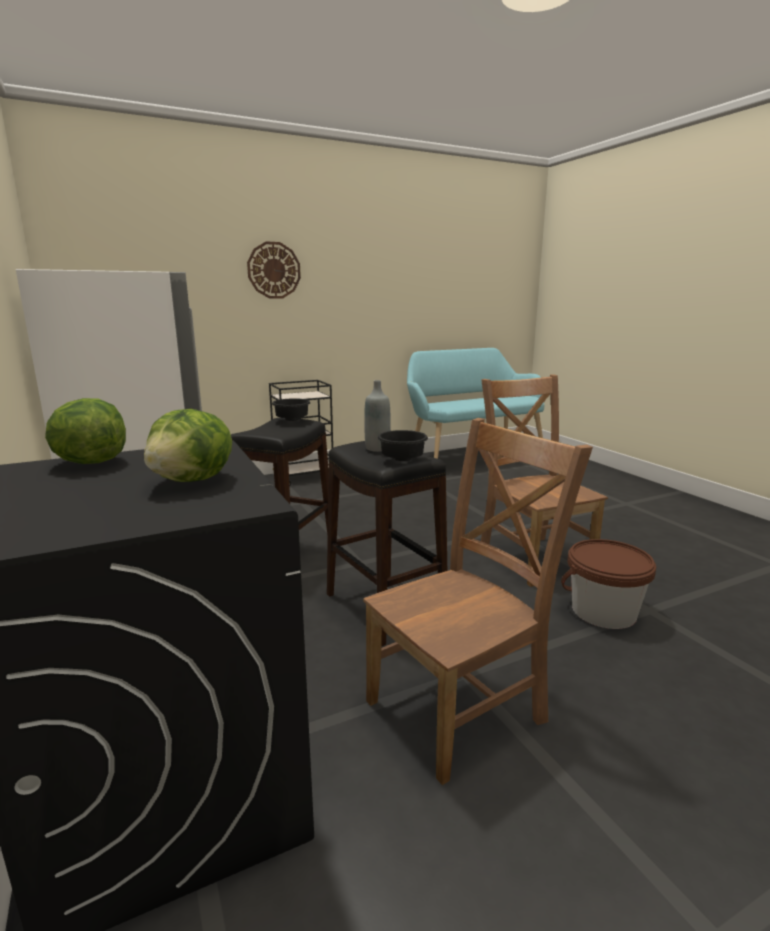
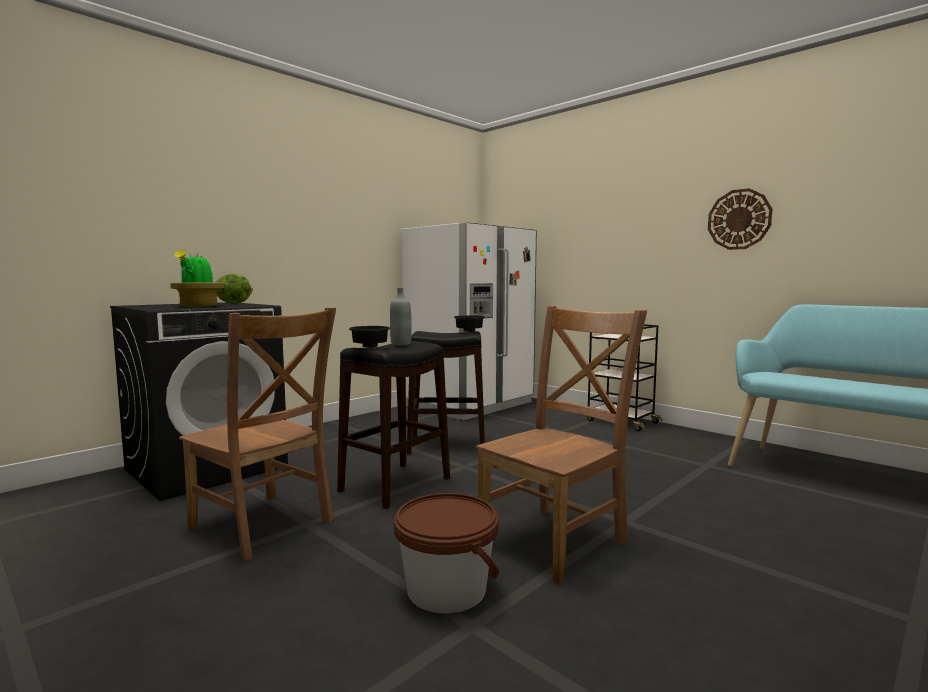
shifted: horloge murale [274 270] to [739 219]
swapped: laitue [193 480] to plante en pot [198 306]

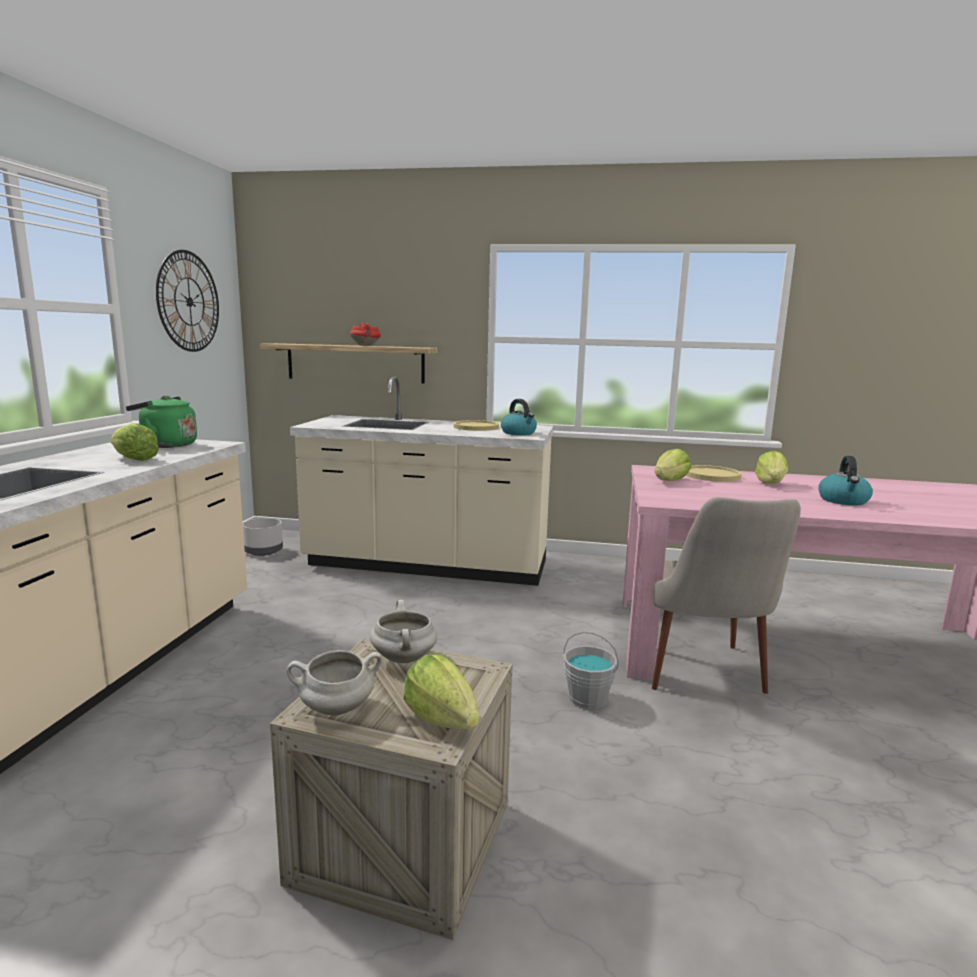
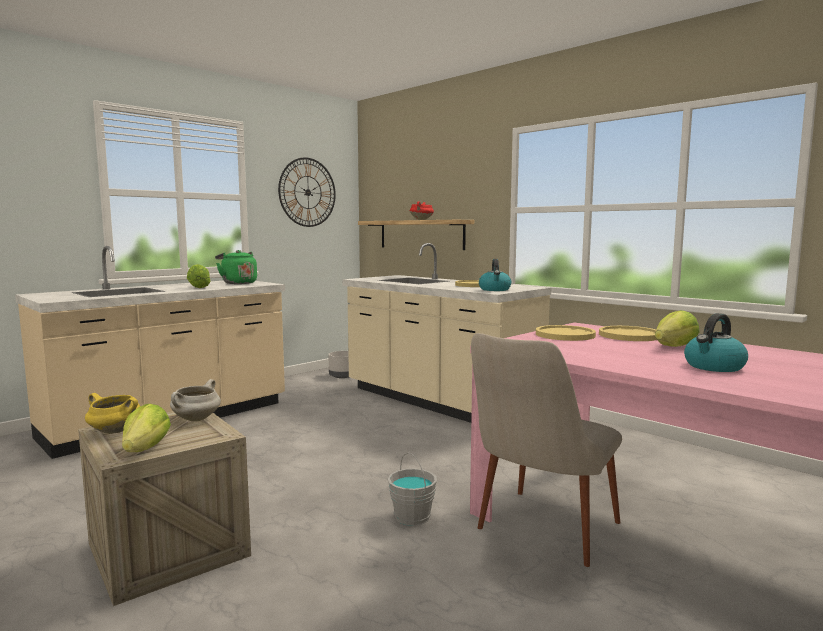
swapped: laitue [670 481] to assiette [jaune] [565 335]
repainted: marmite [blanc] [336 709] to marmite [jaune] [113 431]

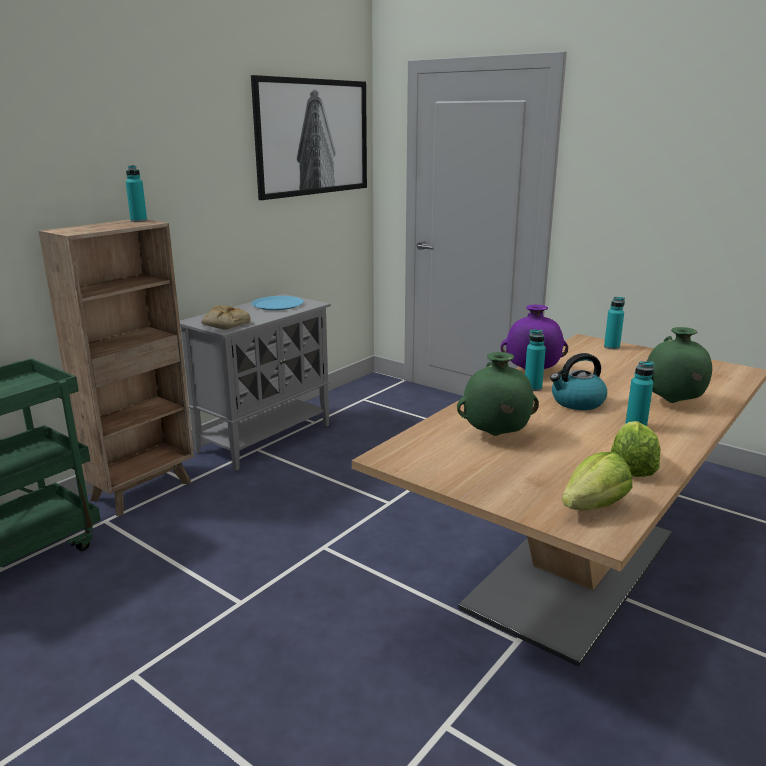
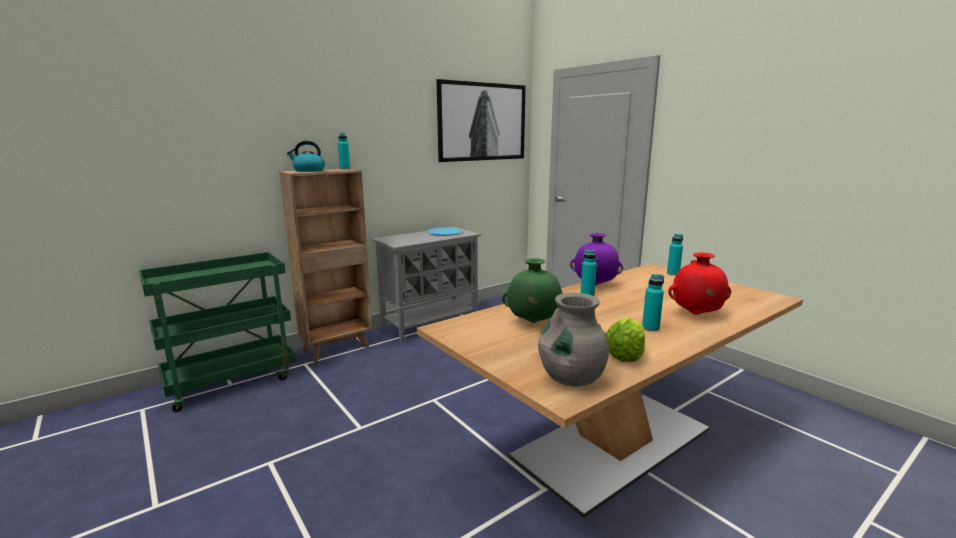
gone: pain [225 324]
shifted: bouilloire [577 402] to [308 170]
swapped: laitue [594 506] to vase [gris] [572 378]
repainted: vase [vert] [672 402] to vase [rouge] [696 314]

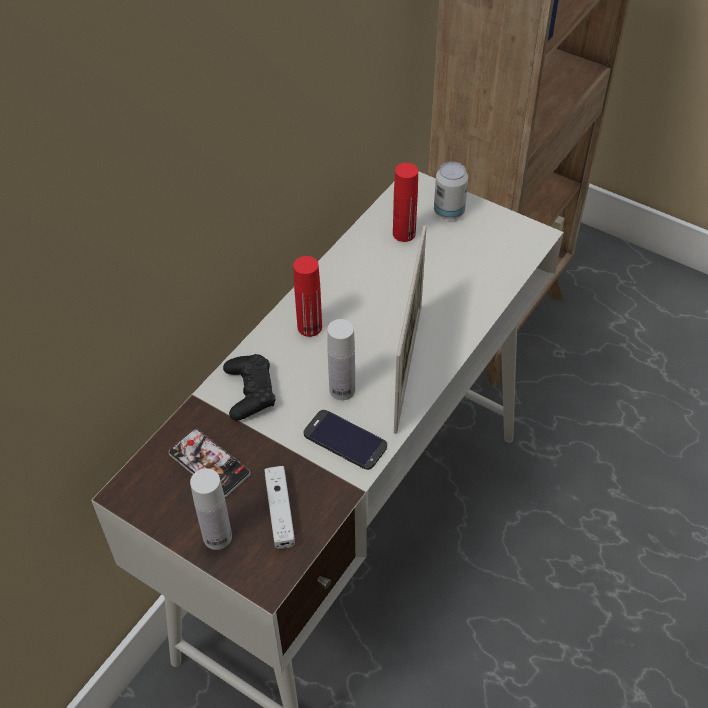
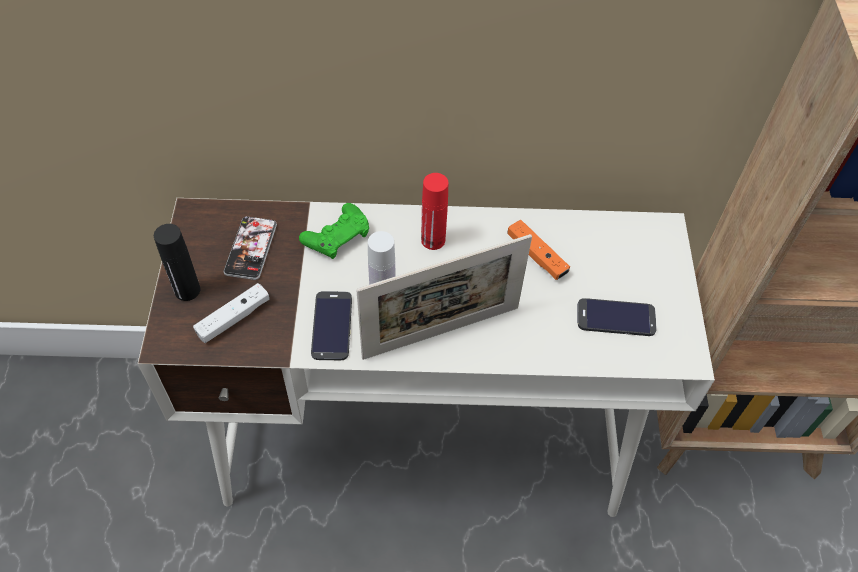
gone: bouteille [rouge] [404 234]; boîte métallique [449 211]
new: manette [orange] [536 255]; téléphone [616 317]
repainted: bouteille [blanc] [217 537] to bouteille [noir] [187 290]; manette [noir] [250 392] to manette [vert] [337 236]

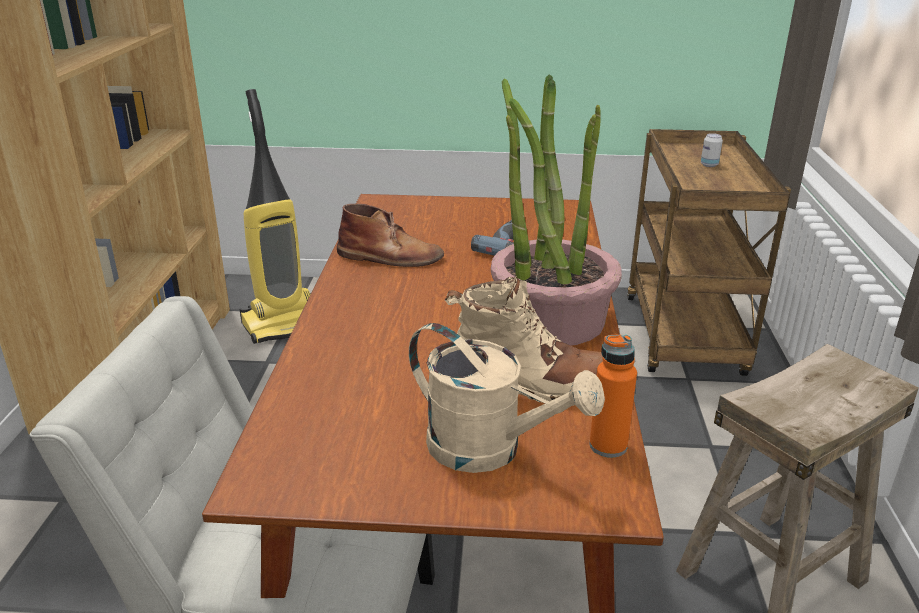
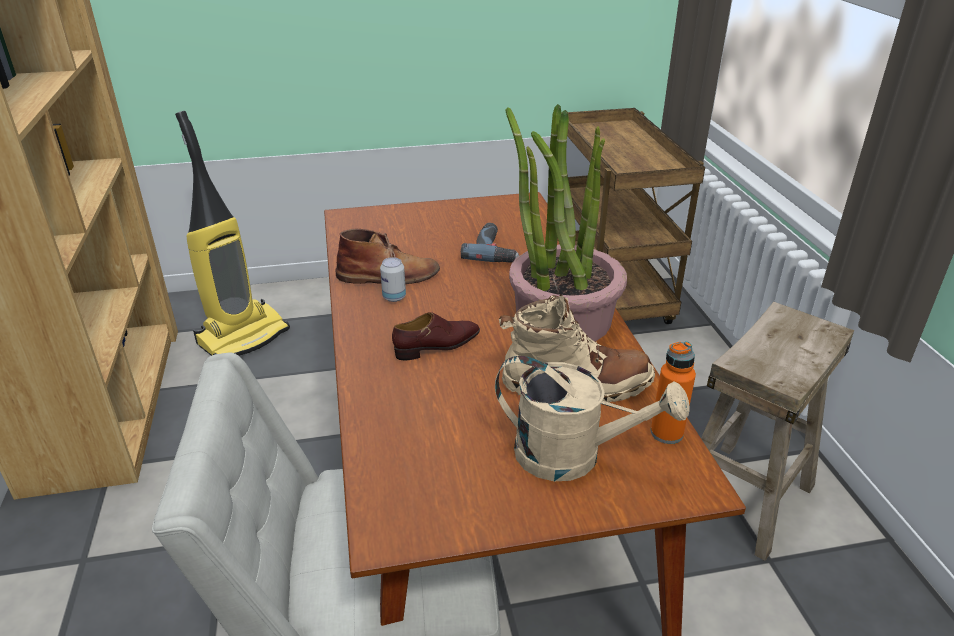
new: chaussure [marron] [437 346]
shifted: boîte métallique [709 165] to [394 297]

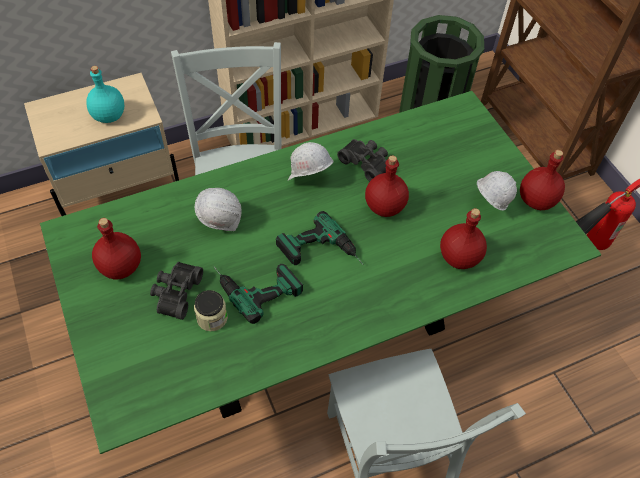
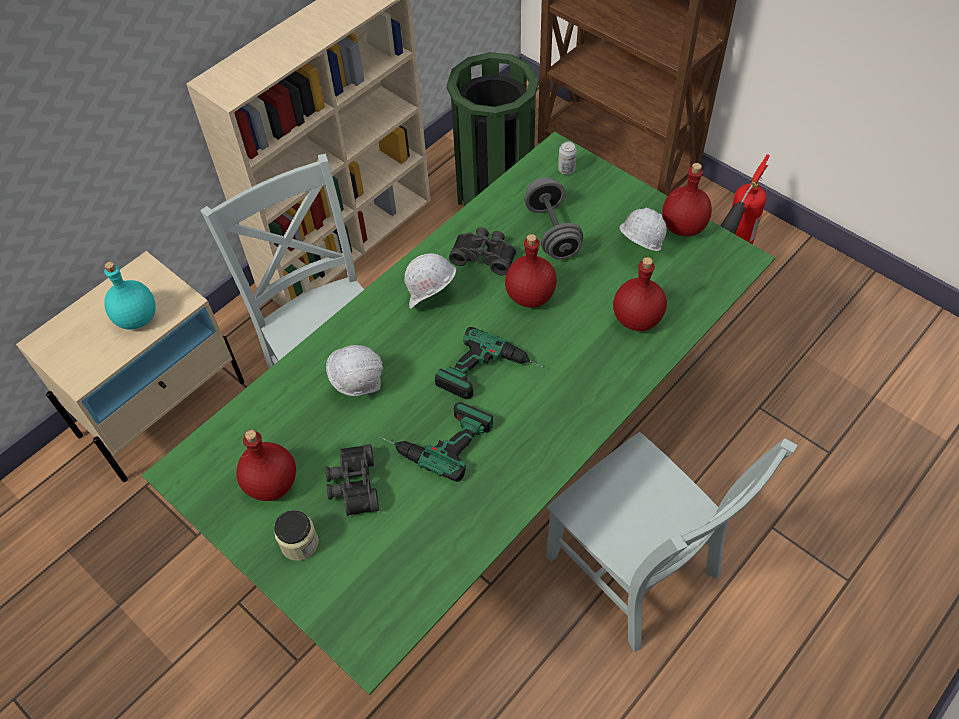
new: haltère [gris] [552 232]; boîte métallique [566 170]
shifted: bocal [212 318] to [299 543]

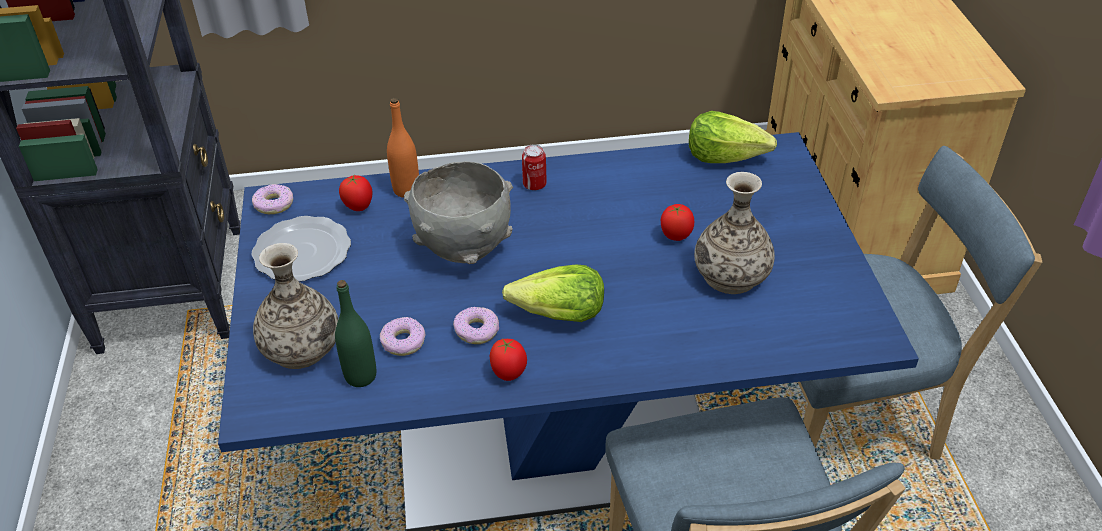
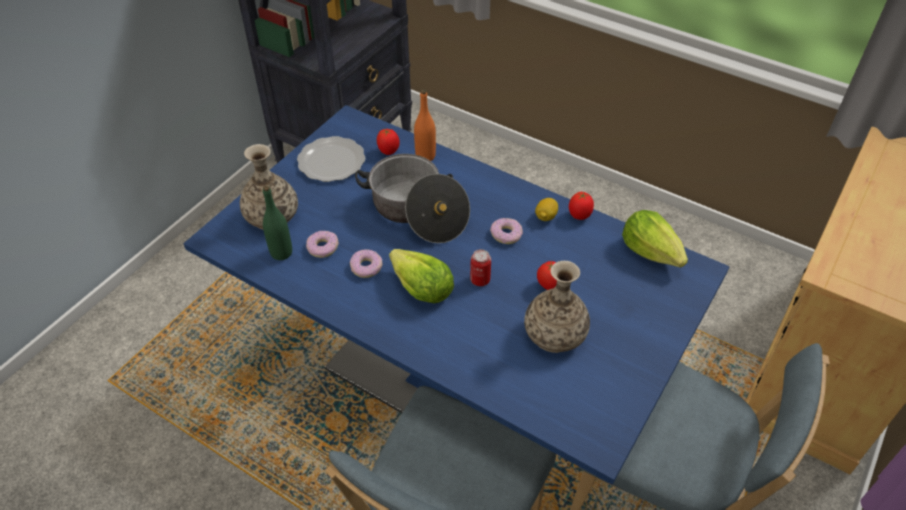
new: citron [546 217]
shifted: beignet [274 204] to [506 234]; tomate [509 374] to [579 216]; boîte métallique [534 184] to [480 280]
swapped: bol [gris] [464 247] to marmite [416 211]

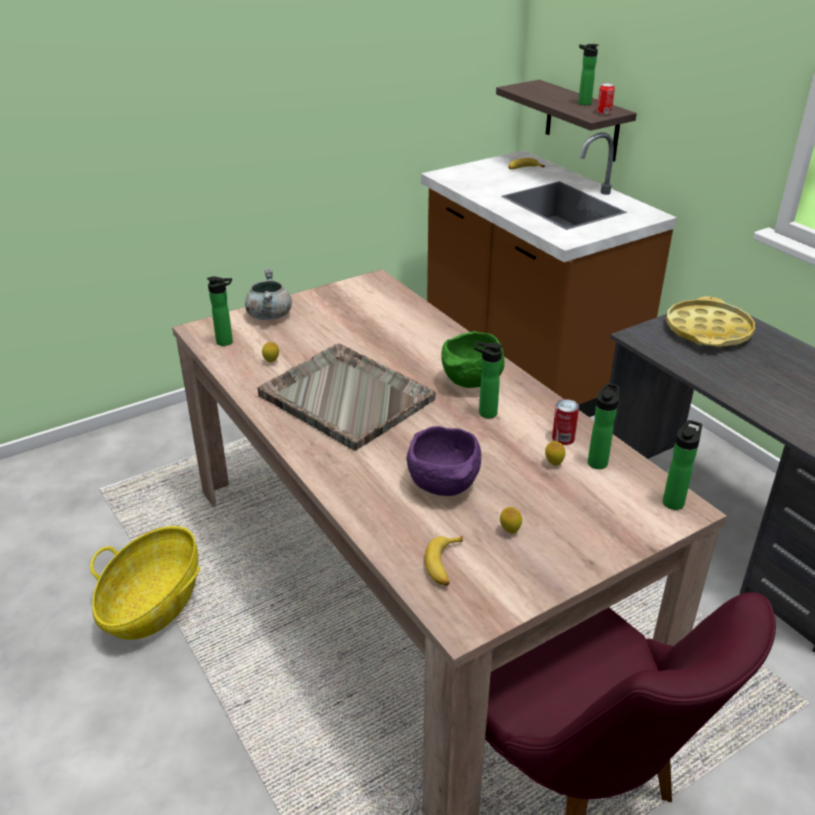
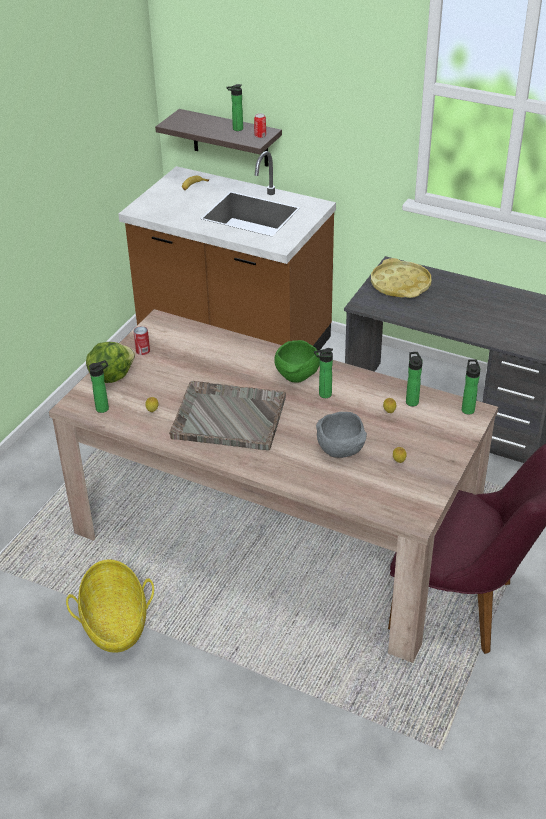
gone: banane [444 565]
shifted: boîte métallique [563 438] to [143 350]
swapped: marmite [gris] [269 315] to laitue [111 376]
repainted: bol [violet] [445 486] to bol [gris] [342 451]

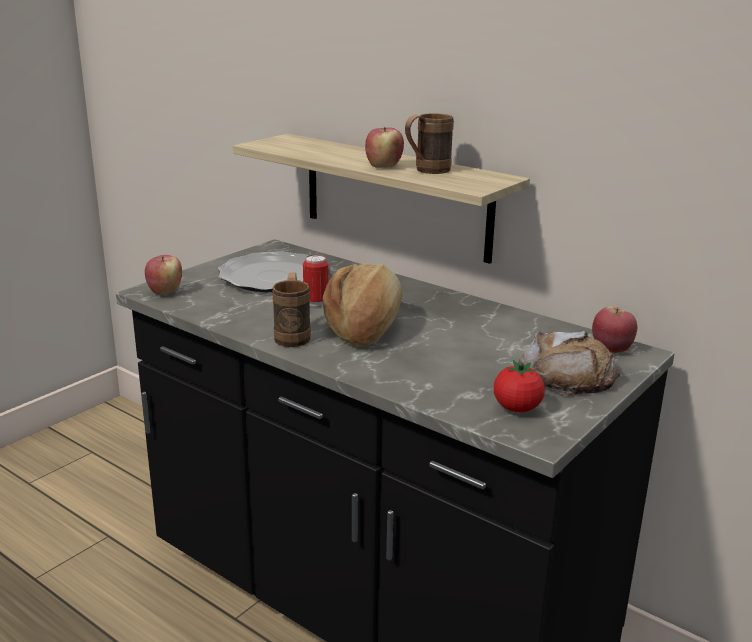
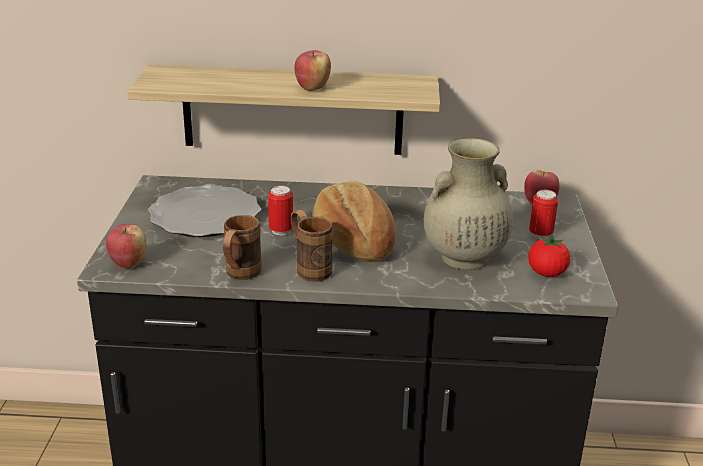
new: vase [beige] [463 258]
shifted: mug [marron] [426 171] to [239 275]
swapped: pain [567 374] to boîte métallique [540 234]

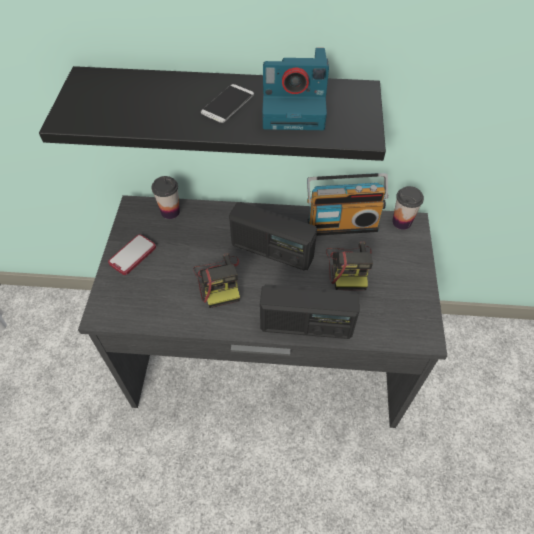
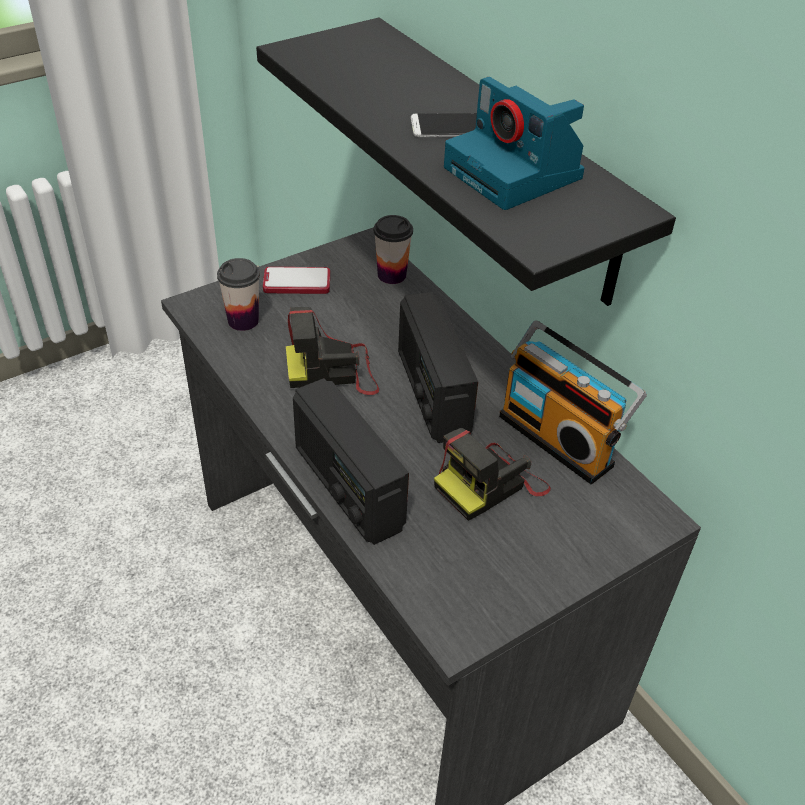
shifted: tasse [401 222] to [243 321]
rotated: appareil photo [219 281] = [333 371] 45 degrees clockwise

